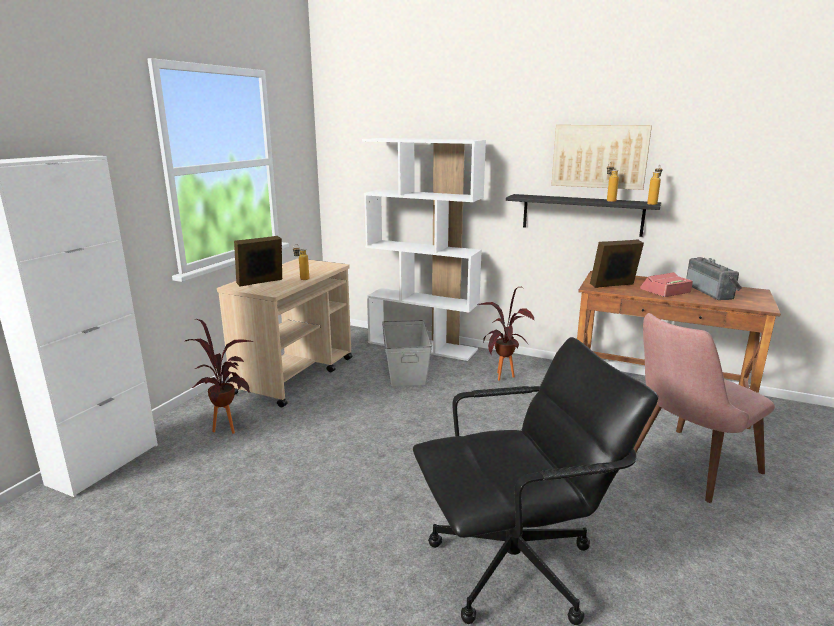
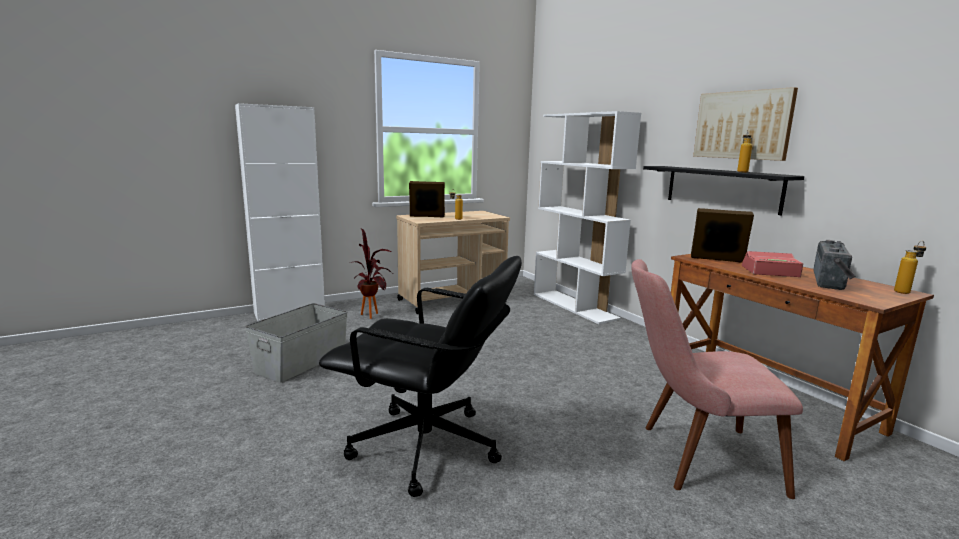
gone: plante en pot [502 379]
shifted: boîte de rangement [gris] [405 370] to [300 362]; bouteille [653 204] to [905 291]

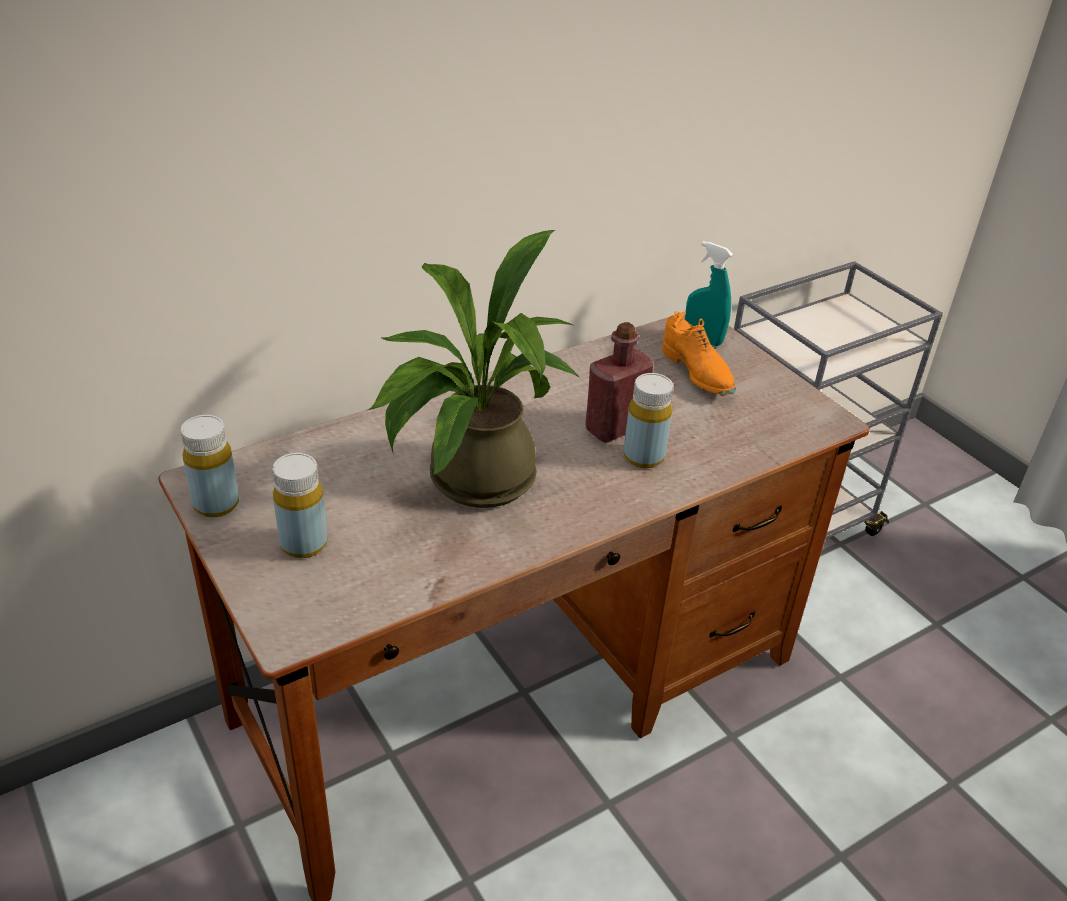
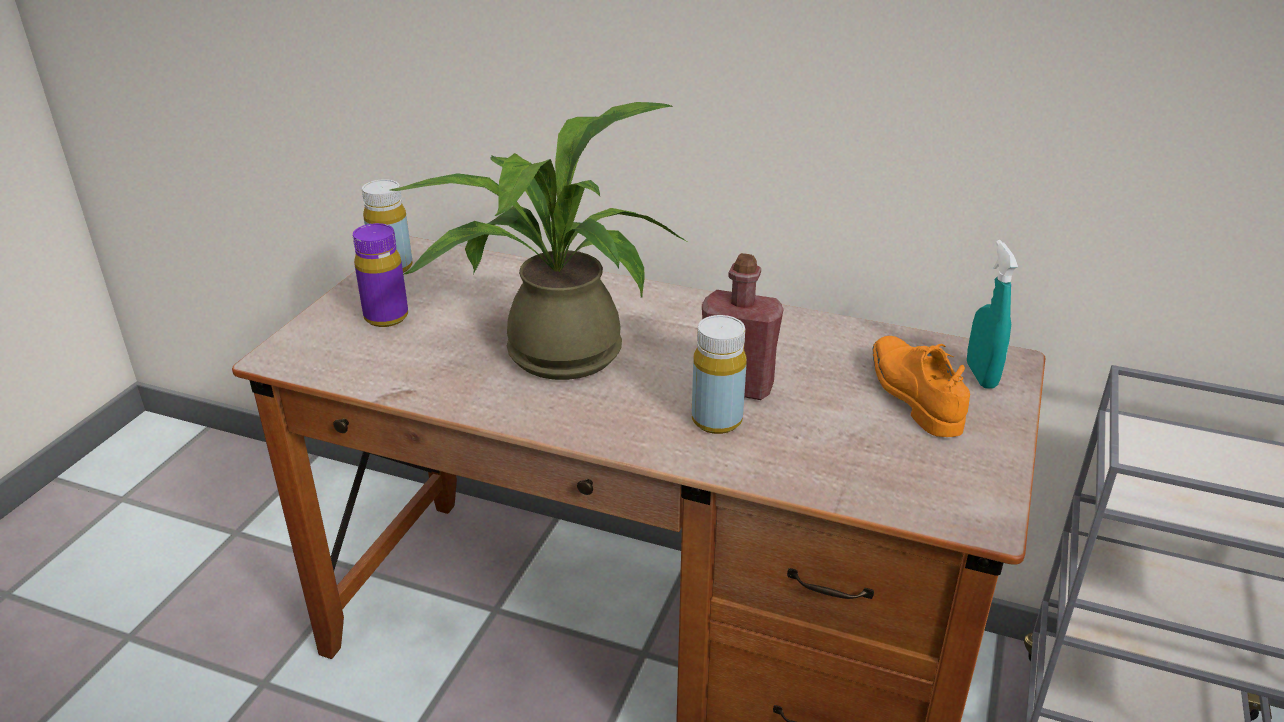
repainted: bouteille [jaune] [304 544] to bouteille [violet] [386 317]
rotated: chaussure [orange] [697 373] = [913 396] 135 degrees clockwise

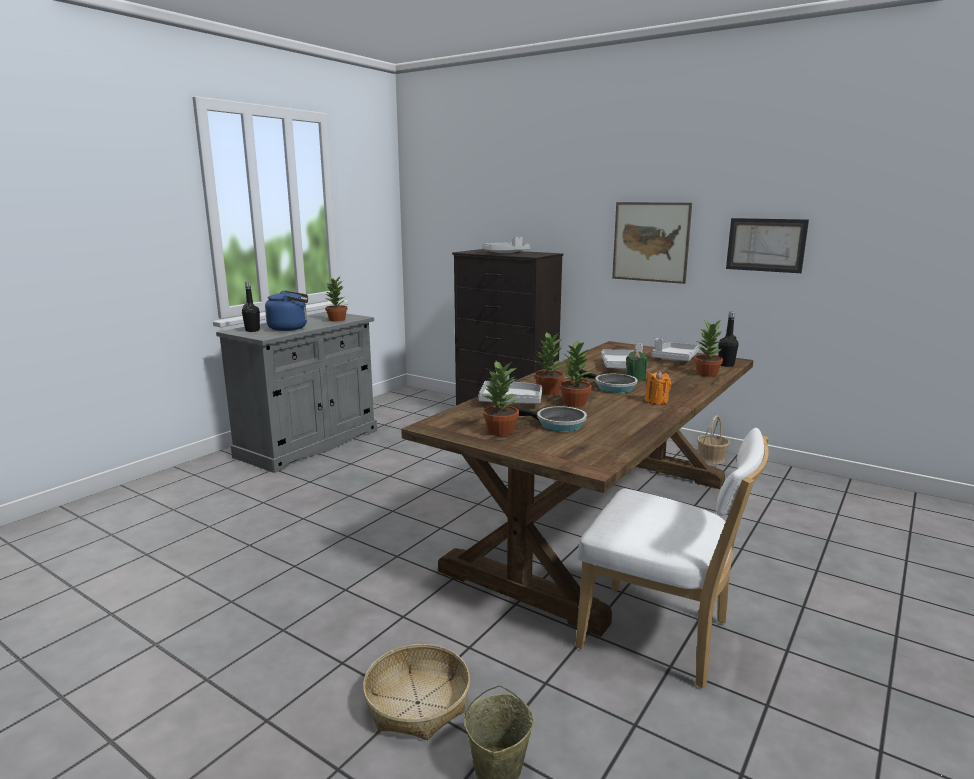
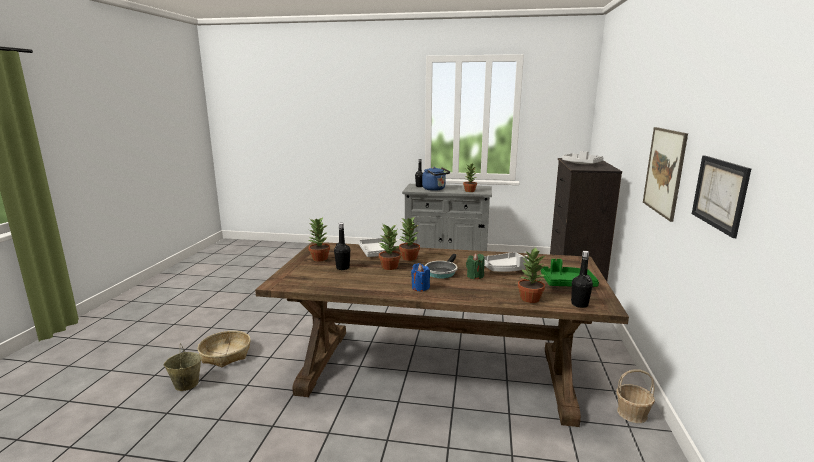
gone: chaise [blanc] [661 637]
swapped: poêle [556 424] to bouteille [noir] [343 268]
repainted: bougie [orange] [656 401] to bougie [bleu] [420 288]; plateau [gris] [674 358] to plateau [vert] [567 283]

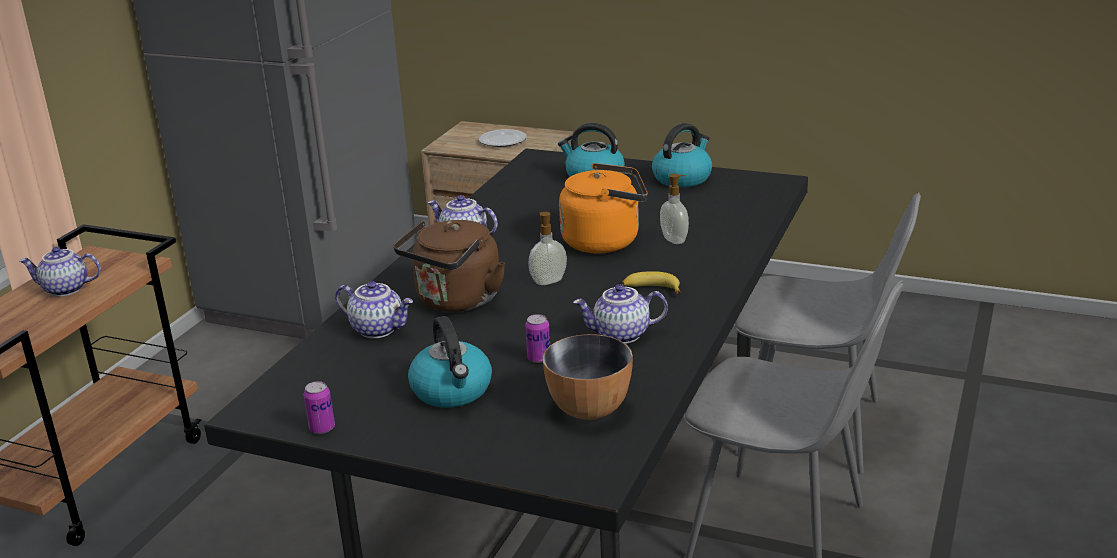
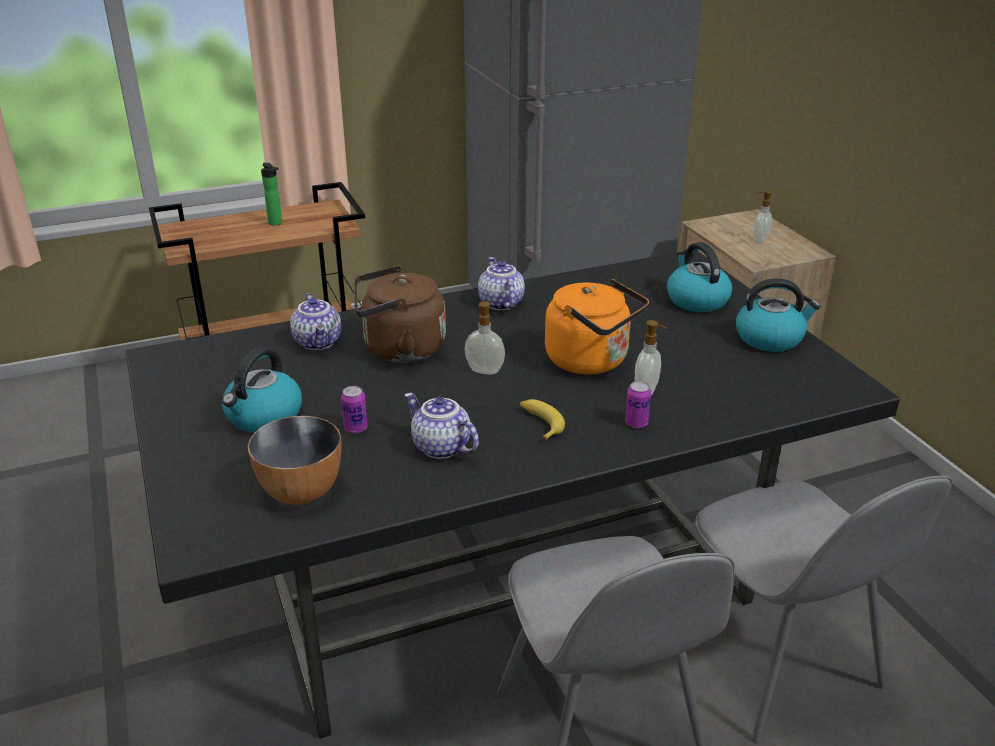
shifted: boîte métallique [322 428] to [636 423]
swapped: théière [65 290] to bouteille [276 223]; assiette [503 141] to distributeur de savon [759 240]

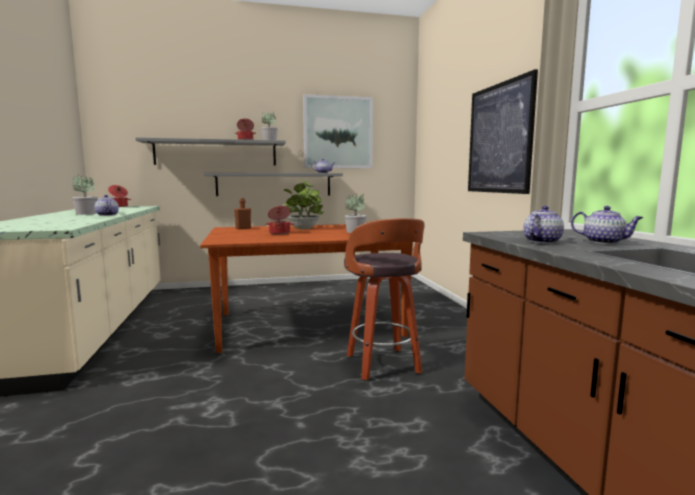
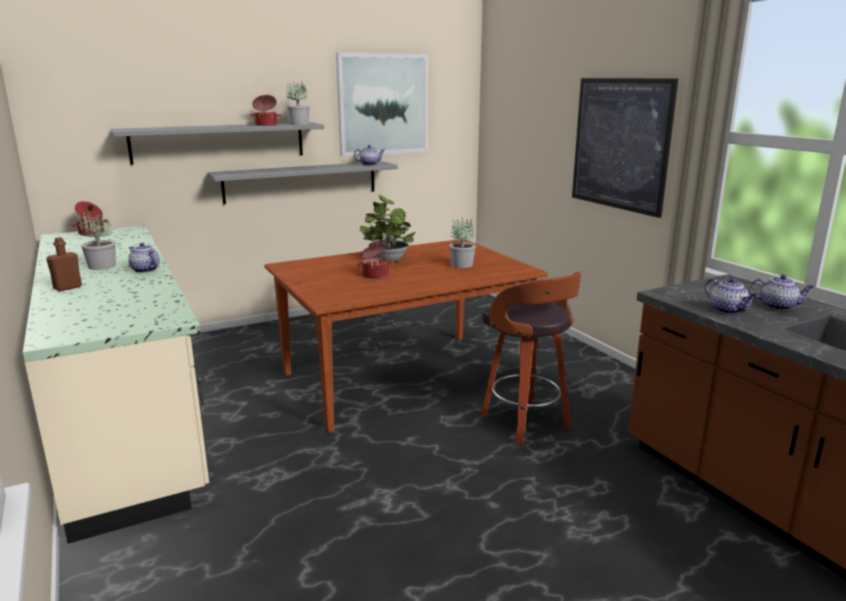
shifted: bouteille [marron] [243 228] to [67 287]
rotated: théière [542 241] = [728 310] 120 degrees clockwise

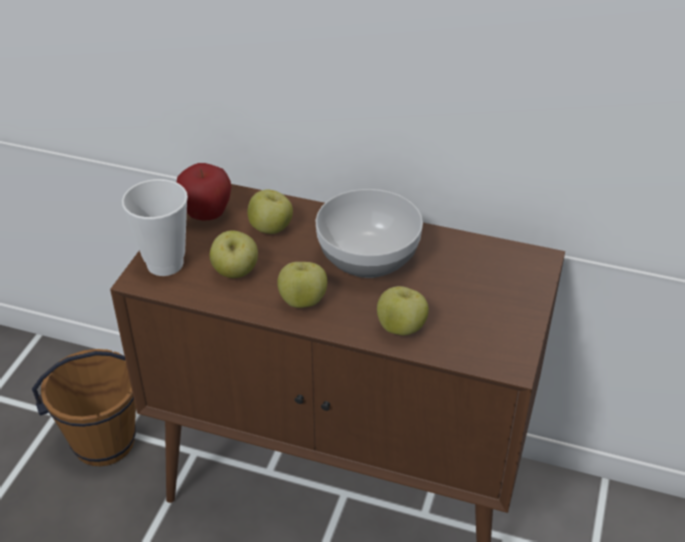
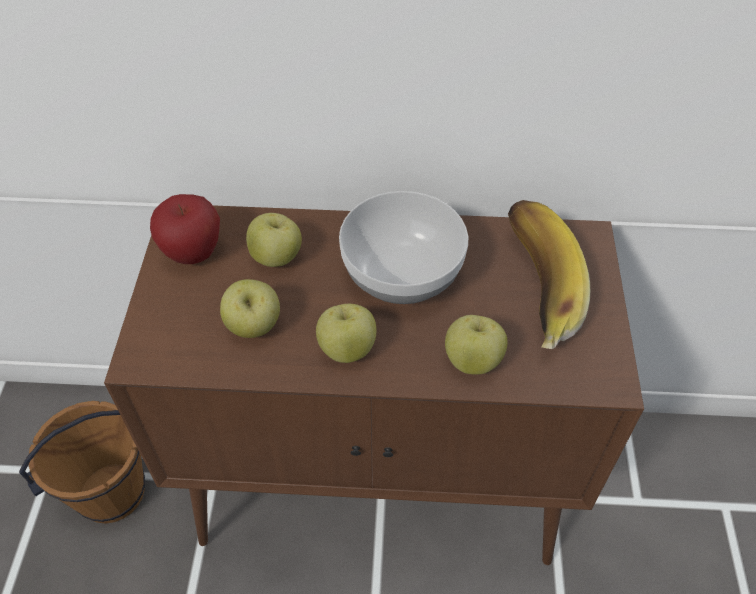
gone: tasse [165 264]
new: banane [530 290]

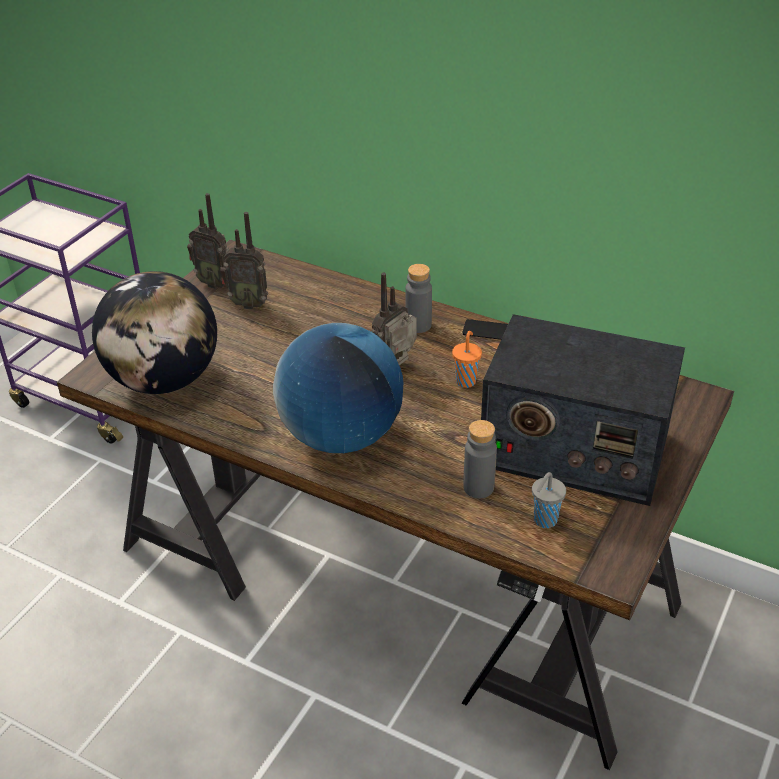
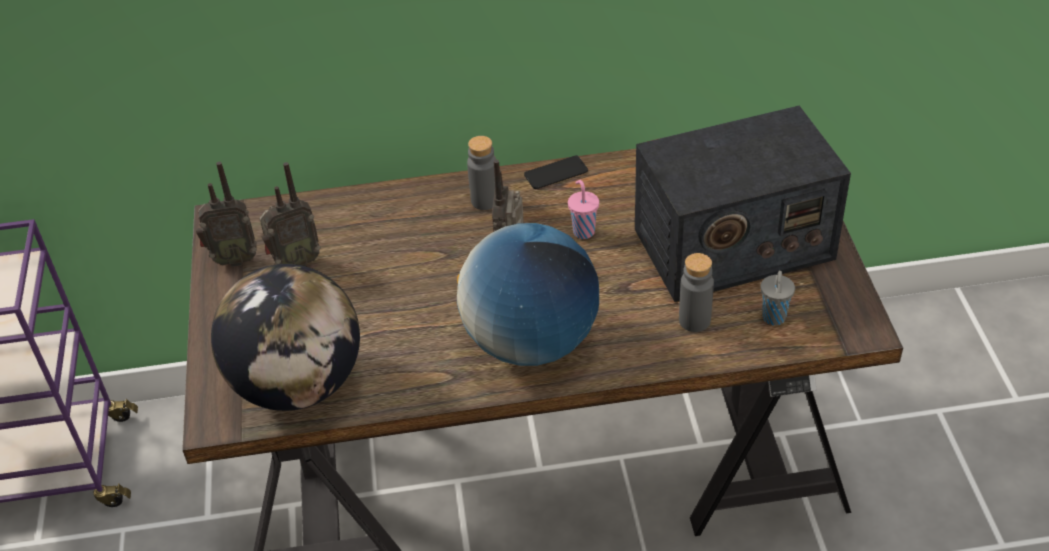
repainted: tasse [orange] [466 380] to tasse [rose] [583 231]

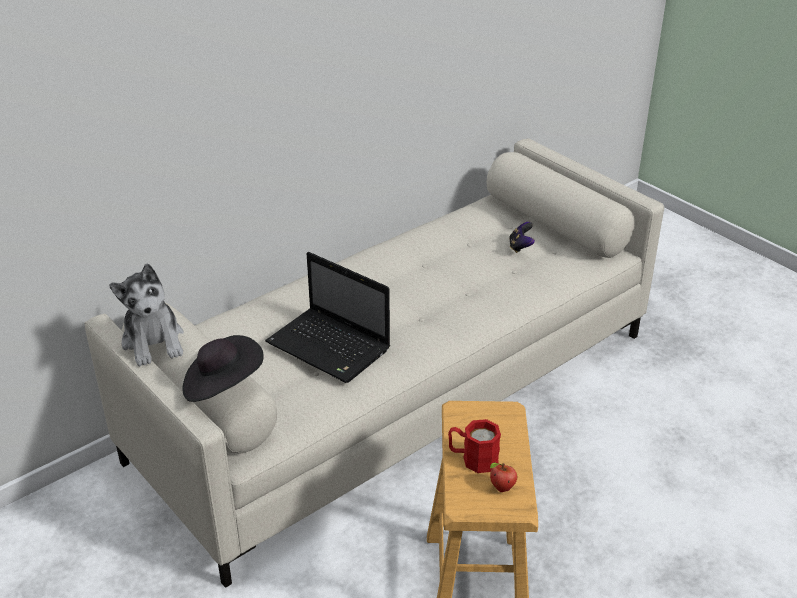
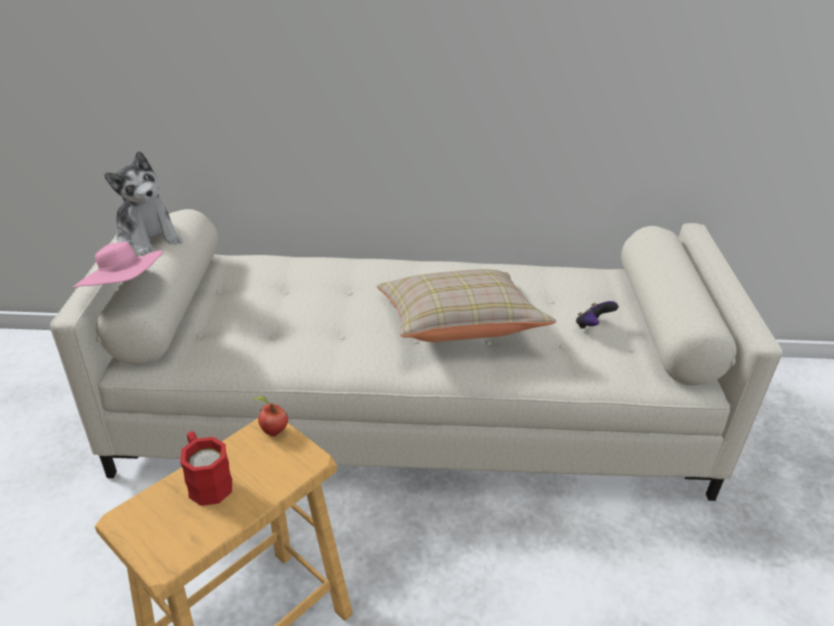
gone: ordinateur portable [331 347]
new: coussin [beige] [458 327]
shifted: pomme [501 488] to [272 431]
repainted: chapeau [noir] [222 385] to chapeau [rose] [125 290]
rotated: peluche [154 341] = [148 237] 60 degrees counterclockwise

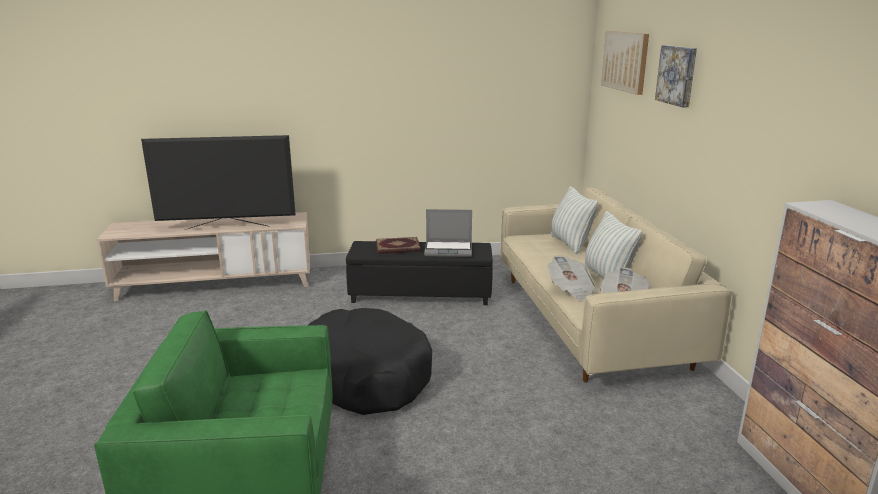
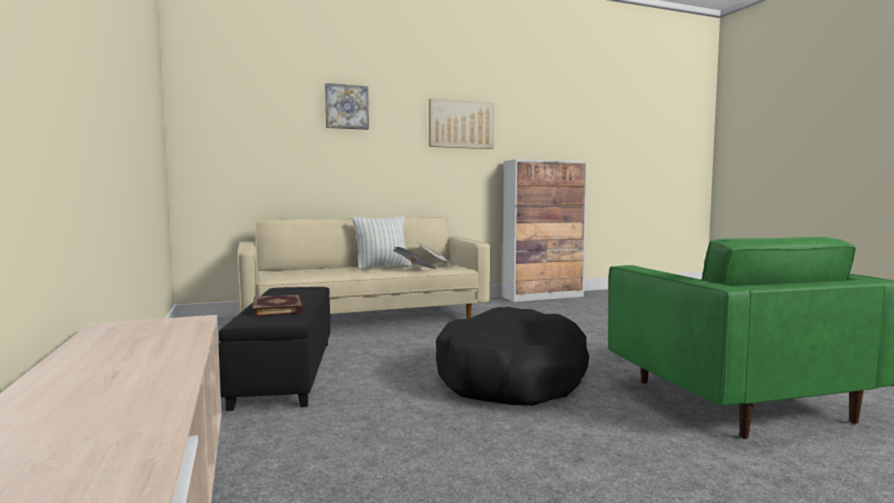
gone: téléviseur [227 227]; ordinateur portable [449 250]; coussin [570 244]
shifted: tableau [625 61] to [461 124]

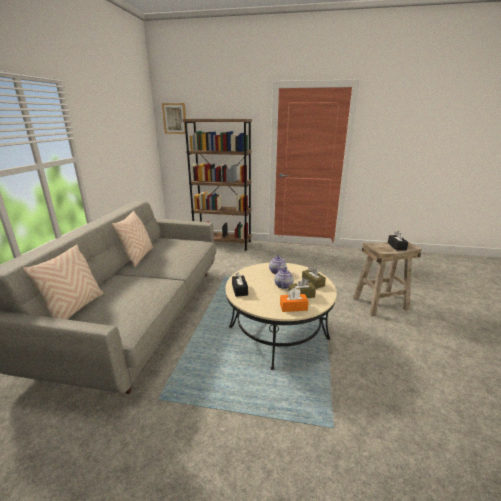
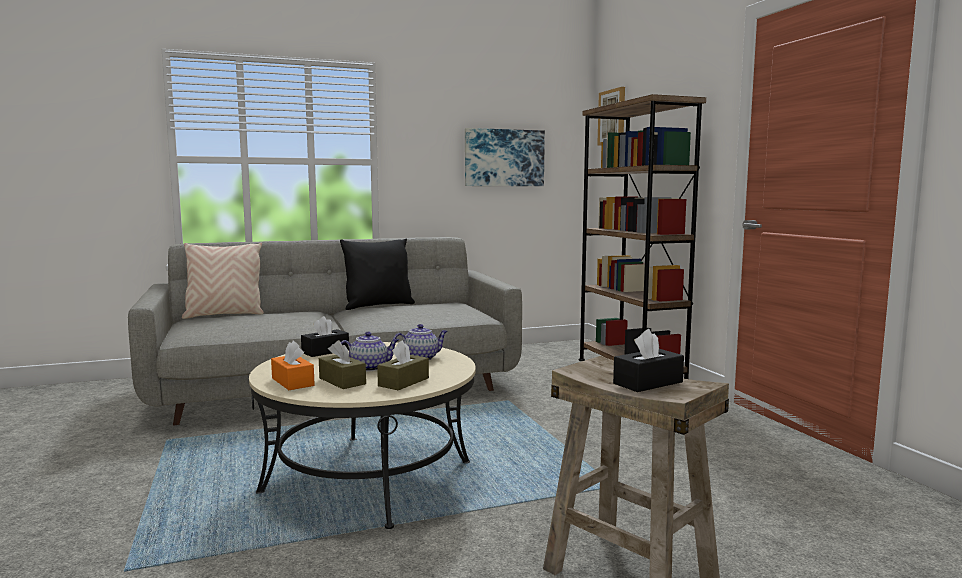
new: tableau [504 158]
repainted: coussin [beige] [138 257] to coussin [noir] [378 306]

